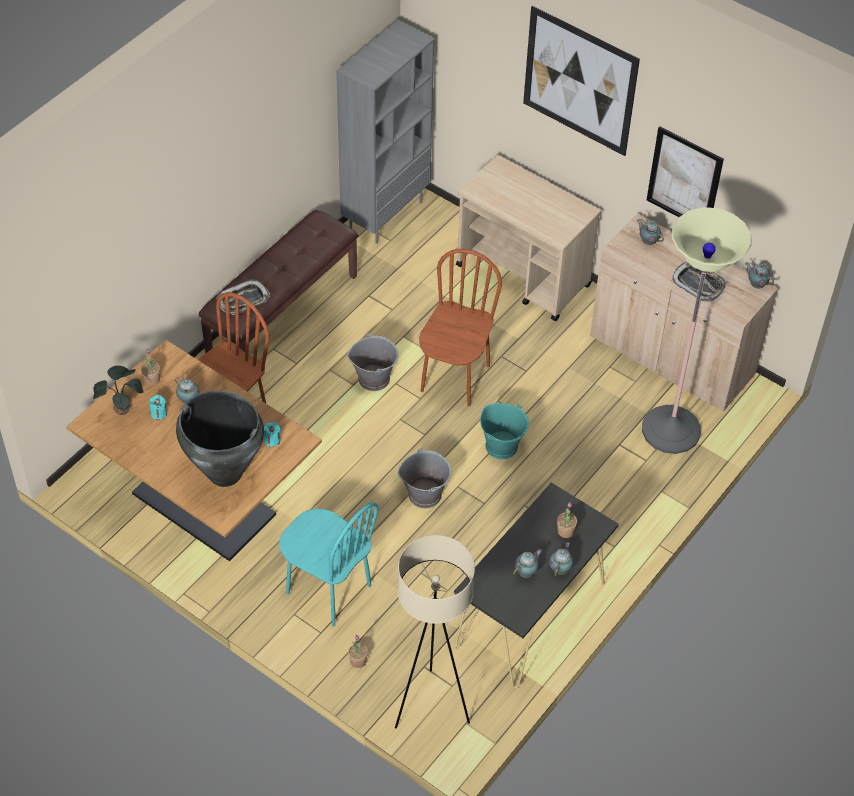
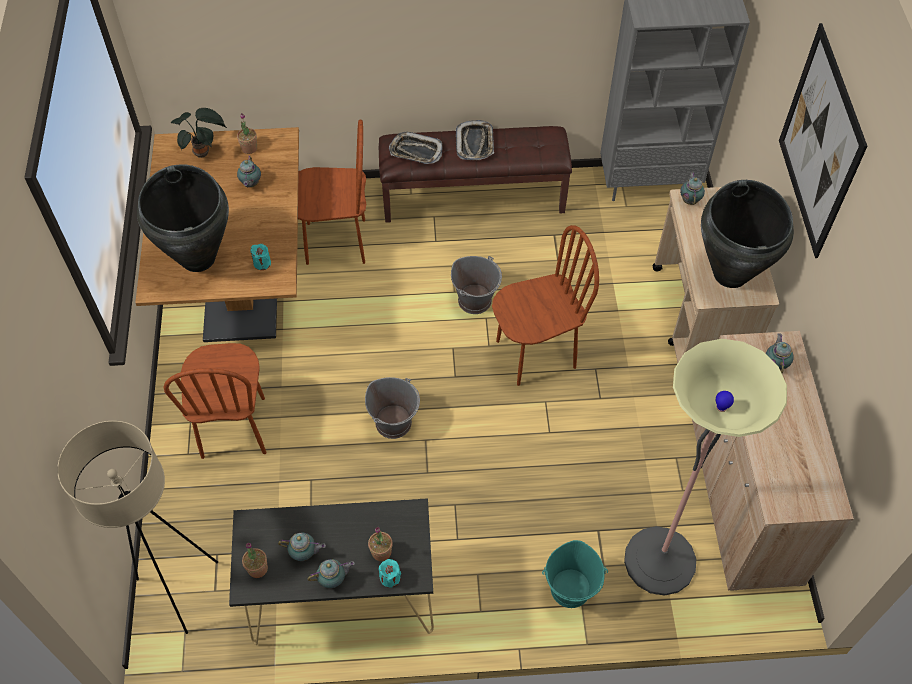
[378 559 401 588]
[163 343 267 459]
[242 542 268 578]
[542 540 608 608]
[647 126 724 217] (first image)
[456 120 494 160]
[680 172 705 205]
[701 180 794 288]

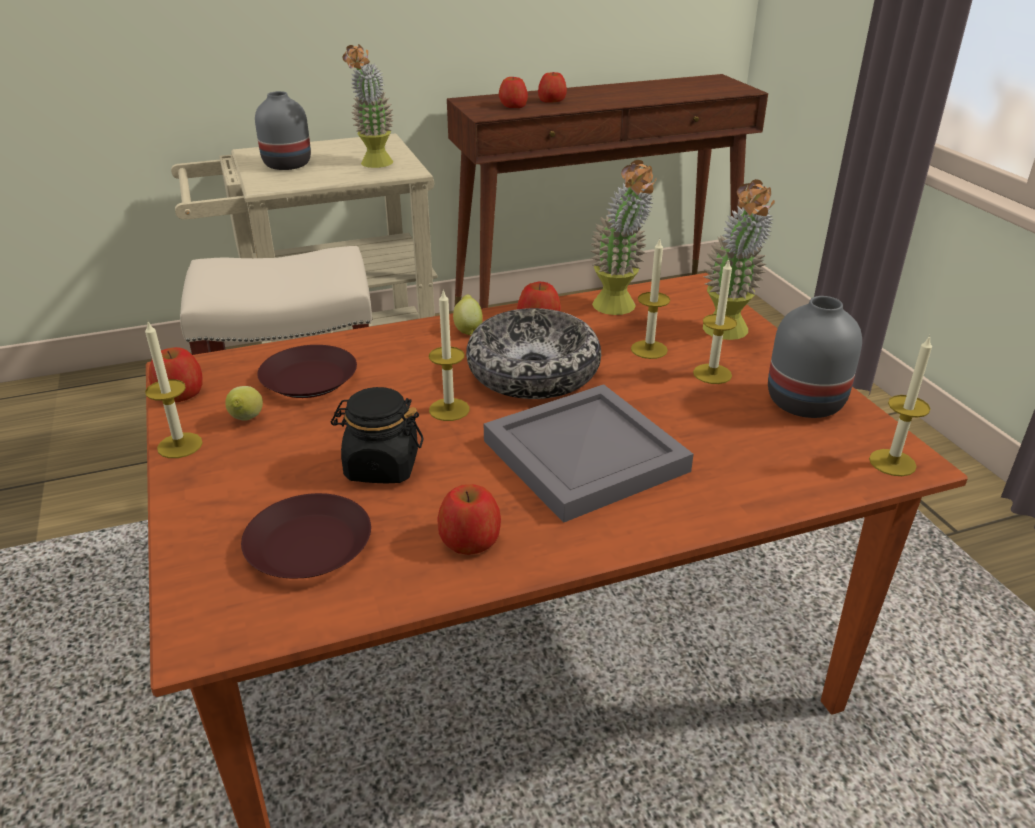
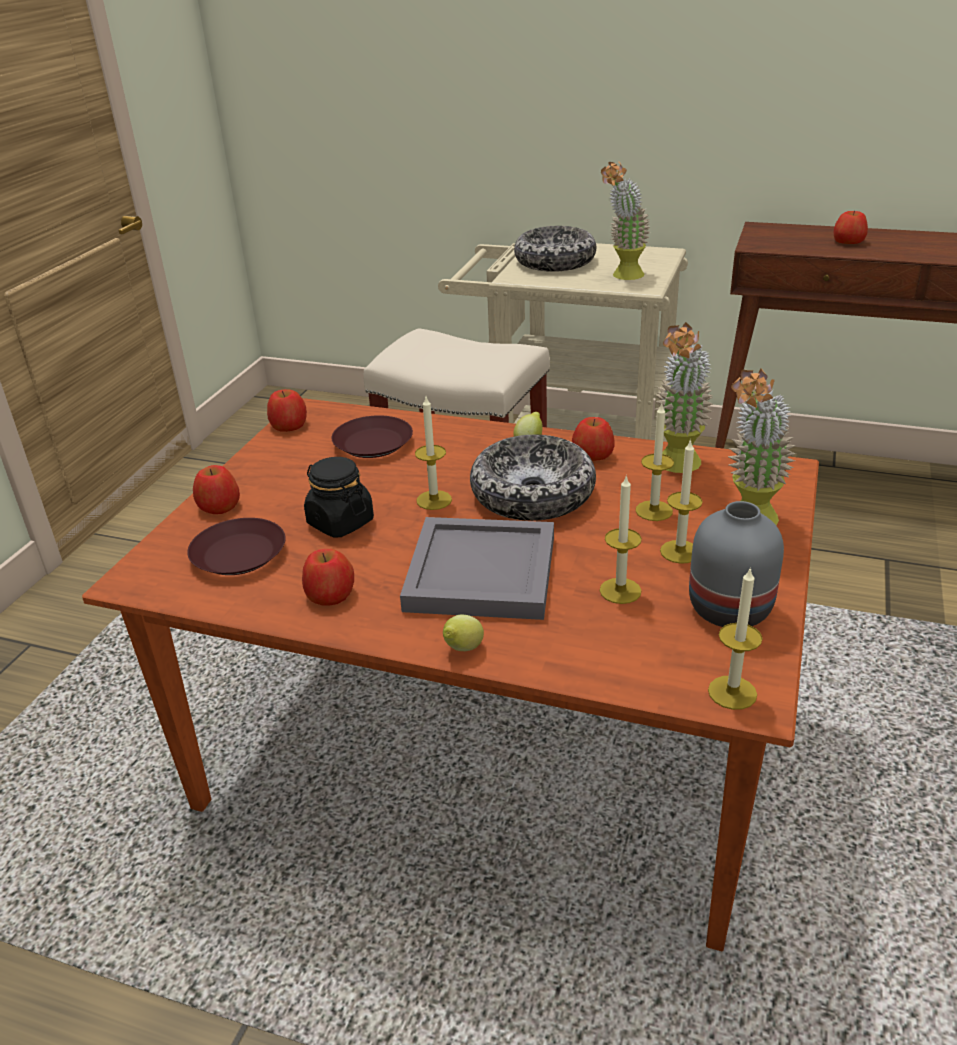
[600 475 642 604]
[443 614 484 651]
[514 226 597 272]
[193 465 240 514]

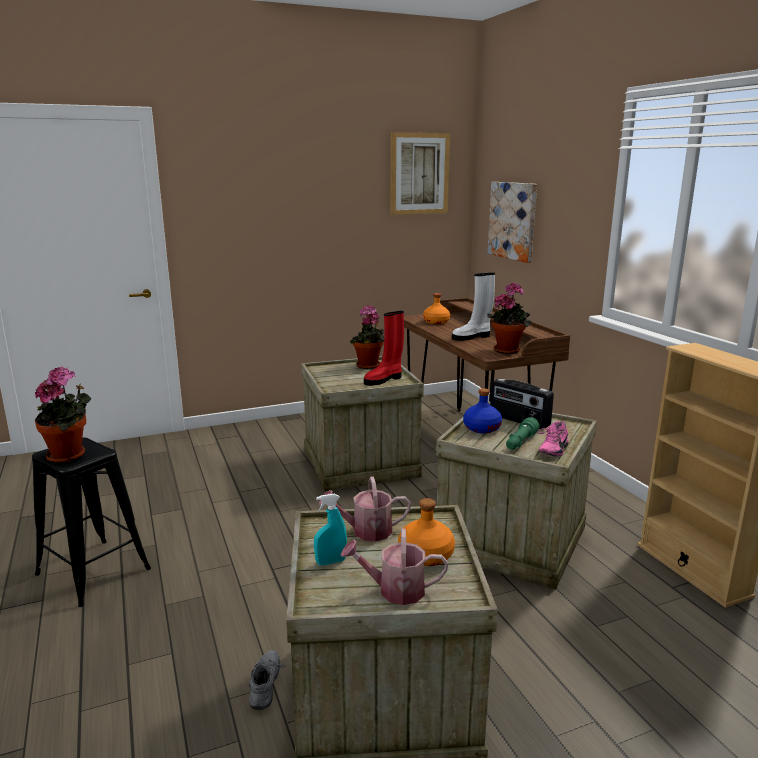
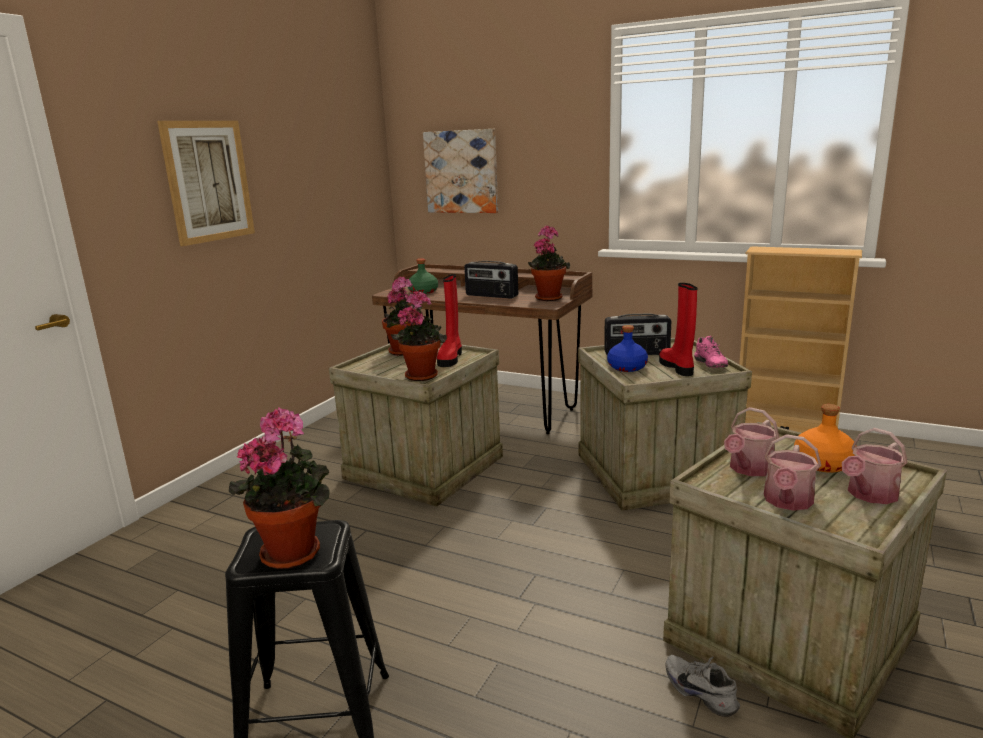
[764 434 821 511]
[157 121 255 246]
[408 258 438 294]
[464 261 518 299]
[659 283 697 376]
[391 291 447 381]

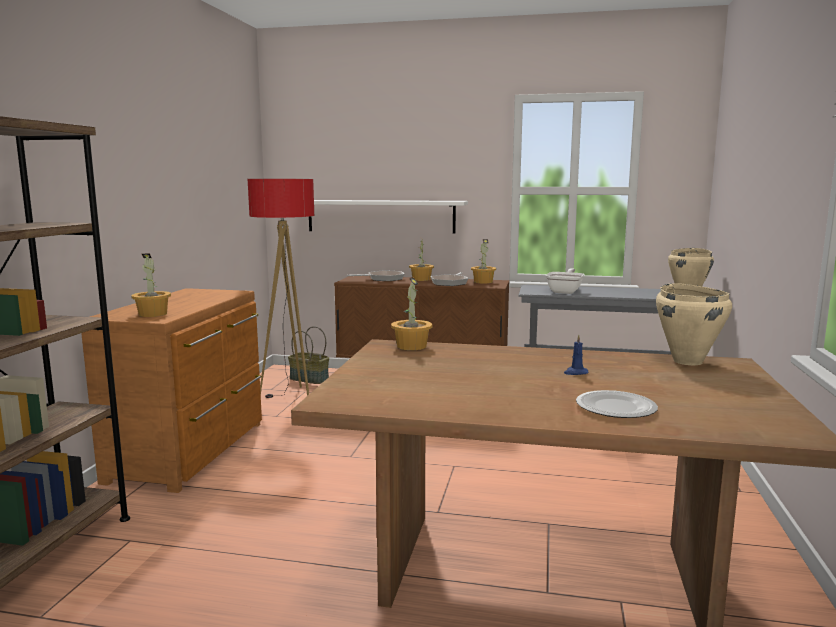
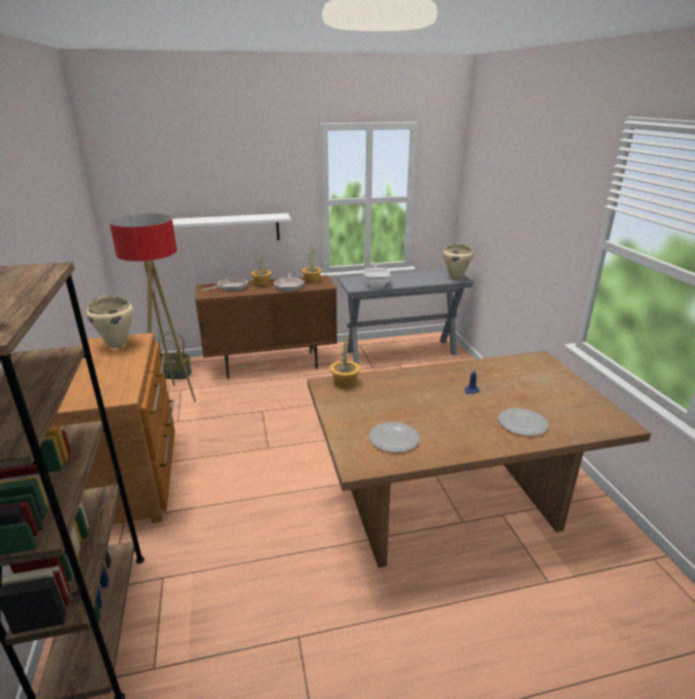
[131 254 171 317] (first image)
[87 296 133 348]
[369 422 419 452]

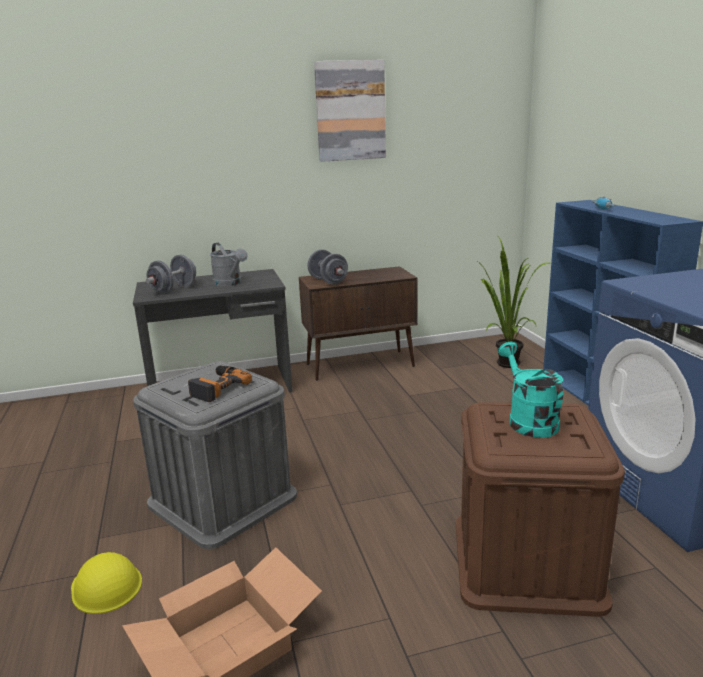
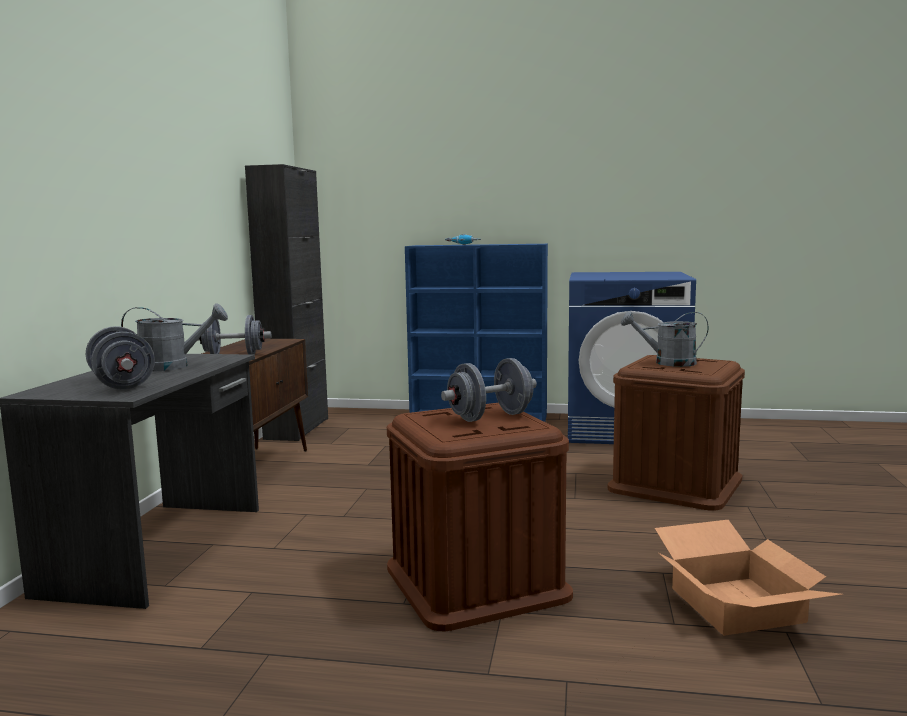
[71 552 142 614] (first image)
[387 403 573 631]
[441 358 537 422]
[314 60 386 162] (first image)
[478 238 550 368] (first image)
[621 311 708 367]
[245 164 328 441]

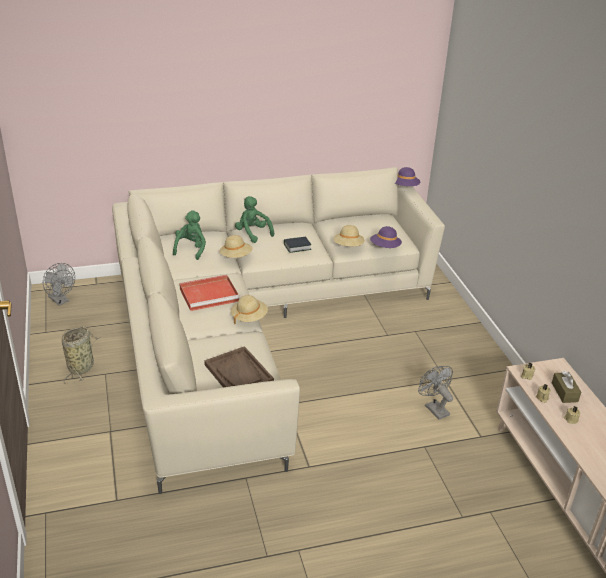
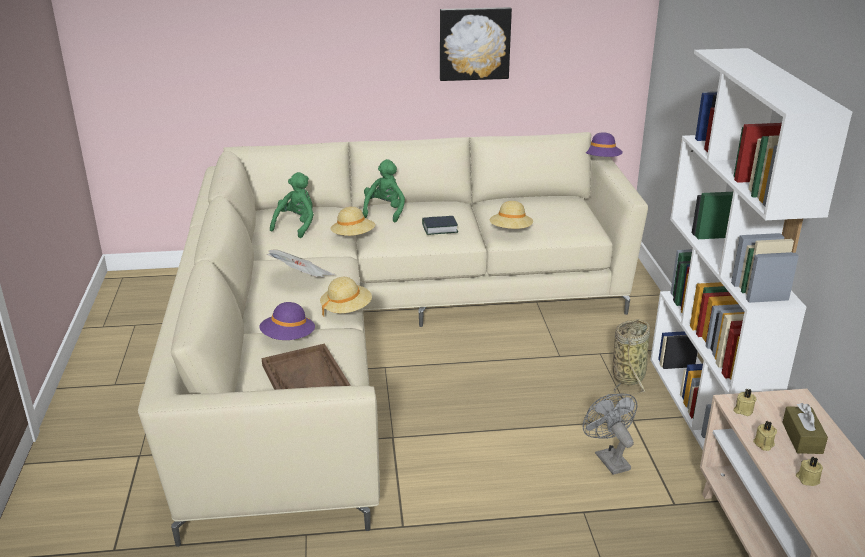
[43 263 75 305] (first image)
[613 319 650 395]
[267 249 335 277]
[363 159 405 222]
[259 302 315 340]
[440 7 512 81]
[650 48 852 450]

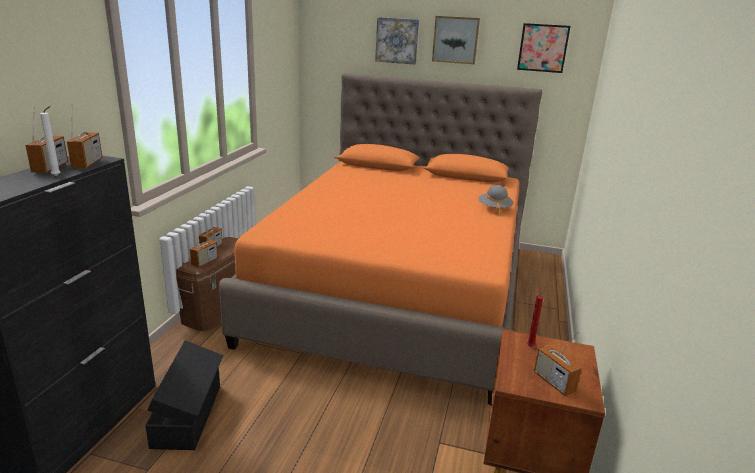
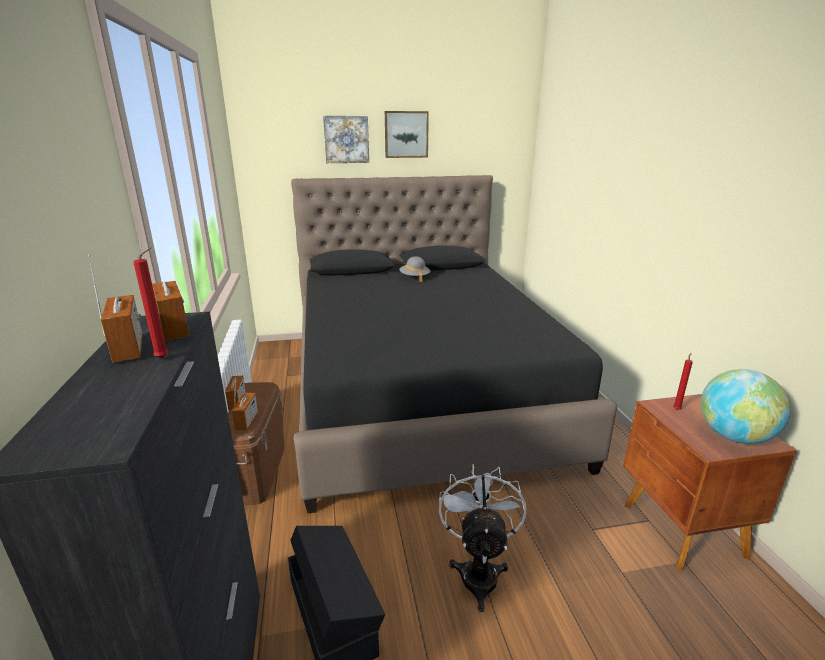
[133 247 168 358]
[291 175 618 513]
[399 256 430 282]
[517 23 570 73] (first image)
[701 369 791 444]
[439 464 526 612]

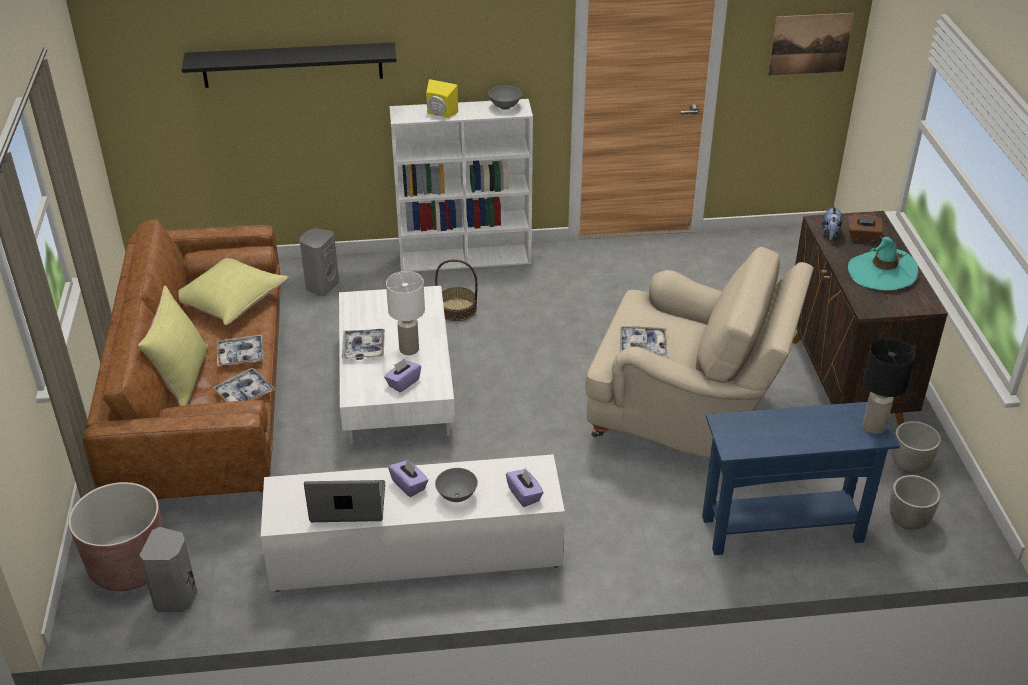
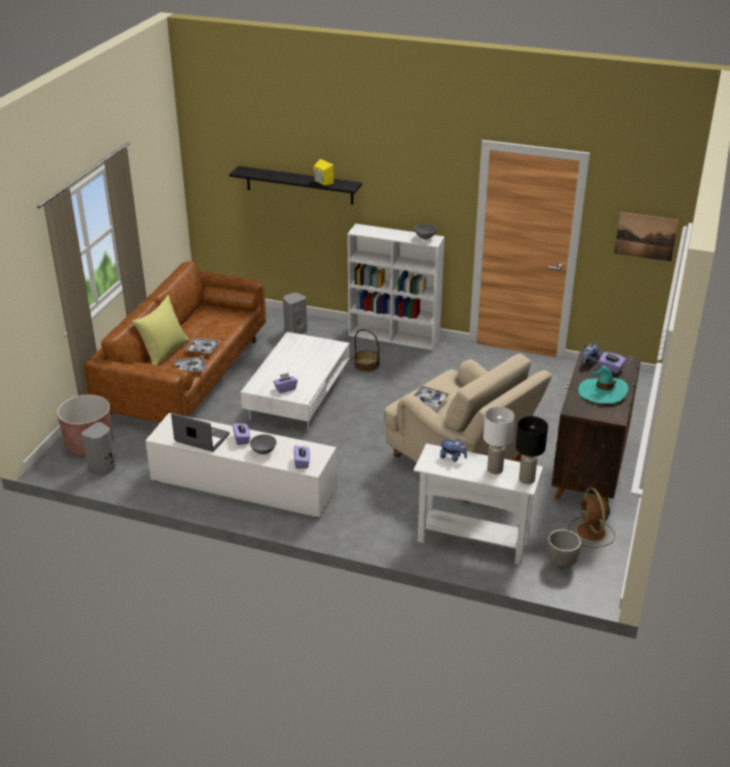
[178 258 289 325] (first image)
[342 329 385 360] (first image)
[483 407 515 474]
[314 159 334 186]
[414 444 543 565]
[599 352 626 373]
[569 488 615 548]
[440 439 467 461]

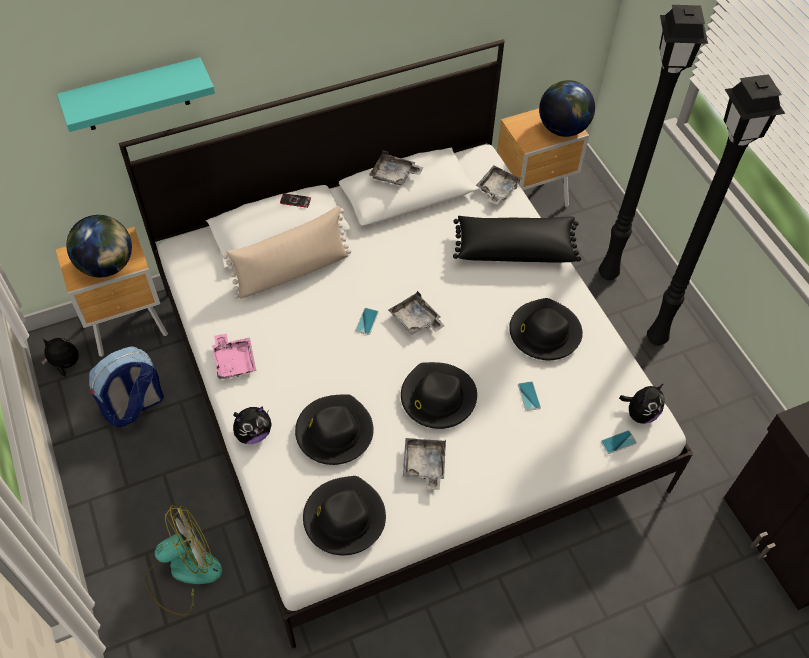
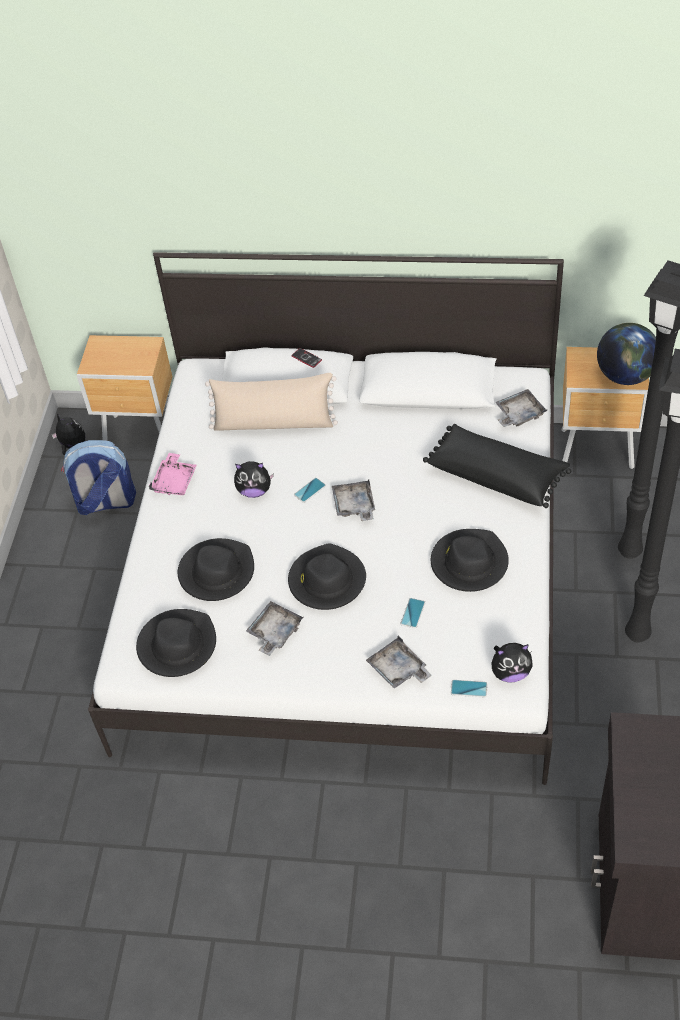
[57 57 215 132] (first image)
[66 215 132 277] (first image)
[145 505 223 616] (first image)
[234 461 274 498]
[366 636 432 688]

